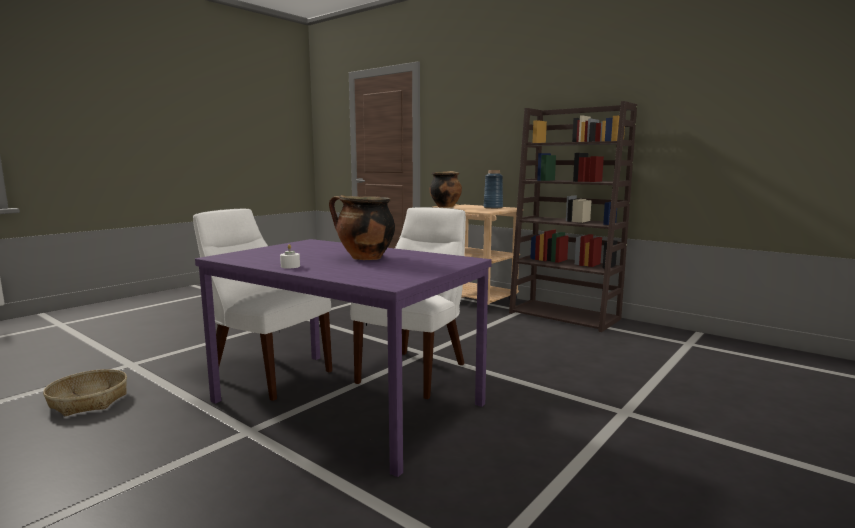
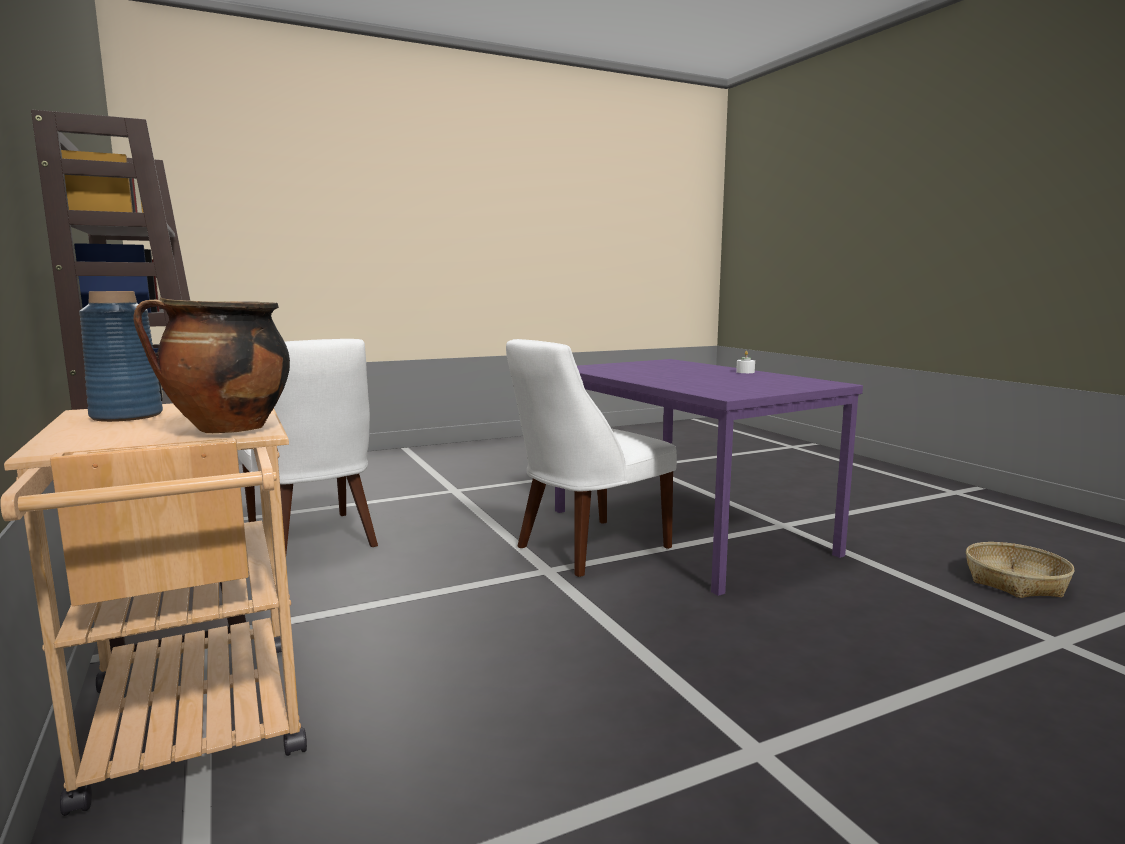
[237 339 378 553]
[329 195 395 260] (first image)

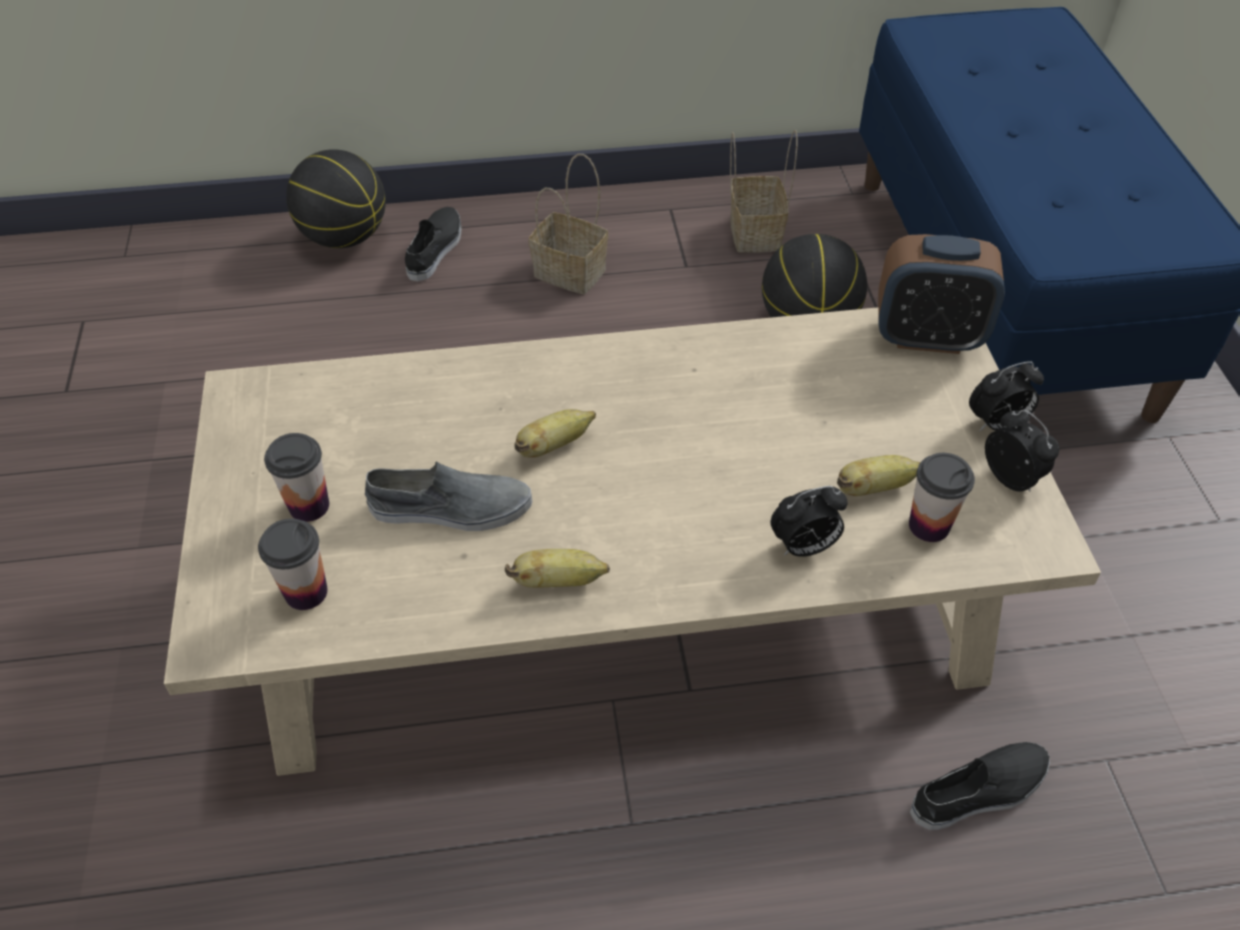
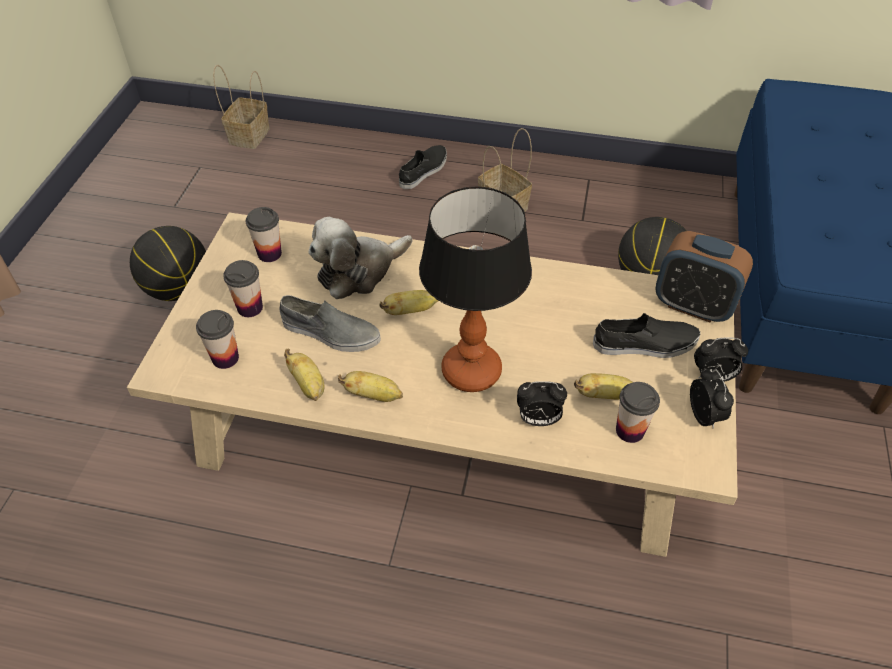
[130 226 206 301]
[213 65 270 149]
[593 313 700 358]
[246 207 282 262]
[284 349 325 401]
[309 217 413 299]
[419 186 532 392]

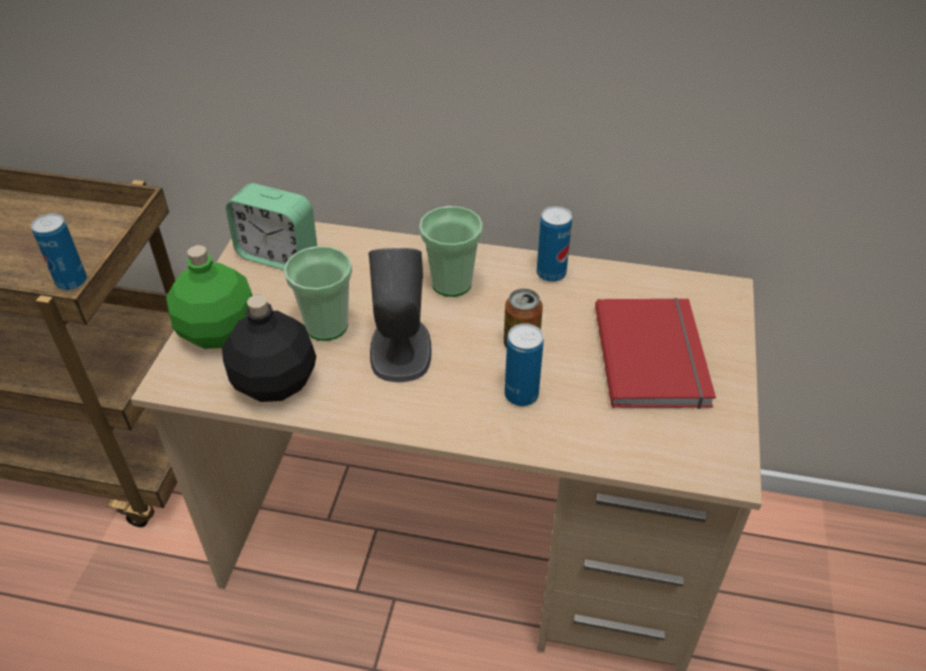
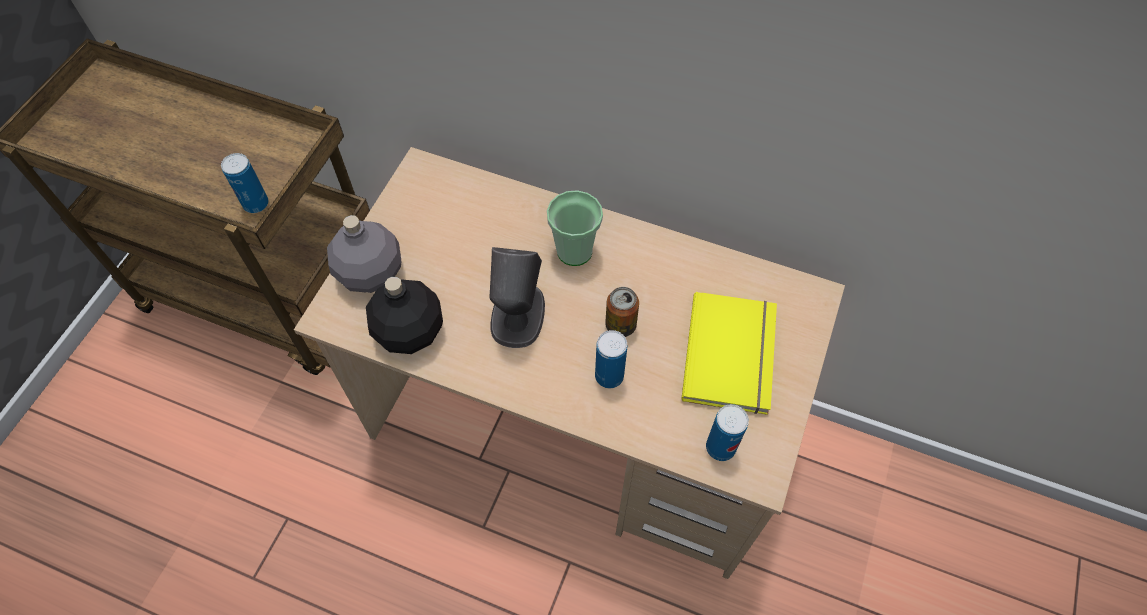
[327 215 402 293]
[226 183 317 270] (first image)
[284 246 352 341] (first image)
[706 404 749 461]
[681 292 777 415]

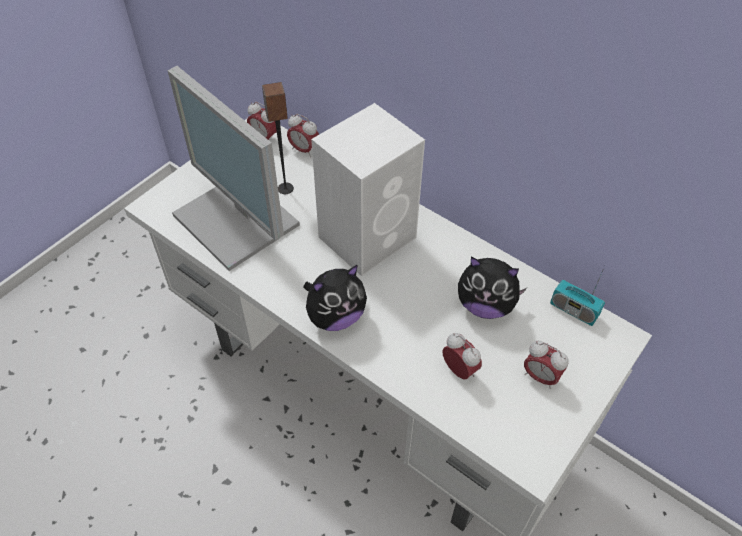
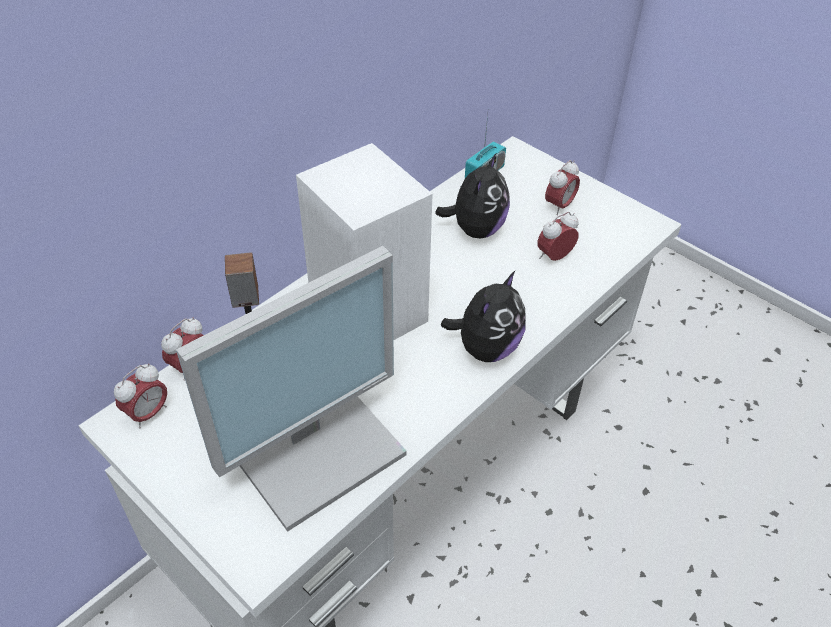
[441 271 526 362]

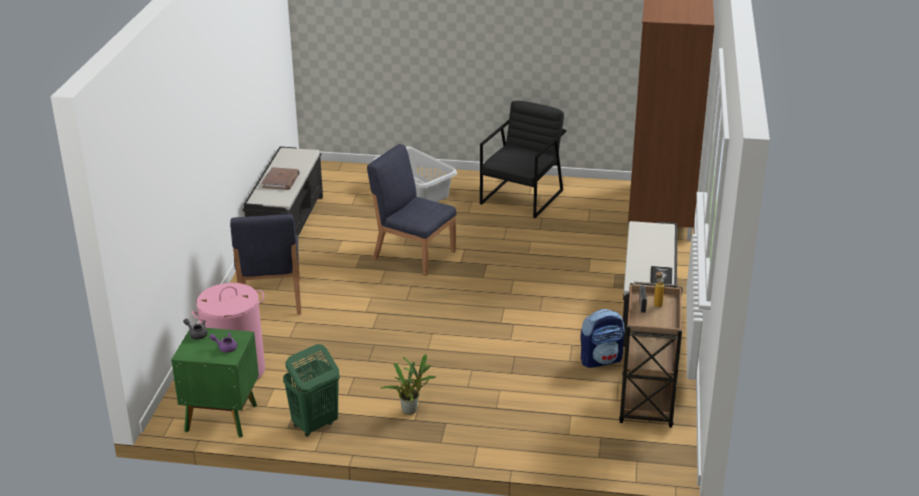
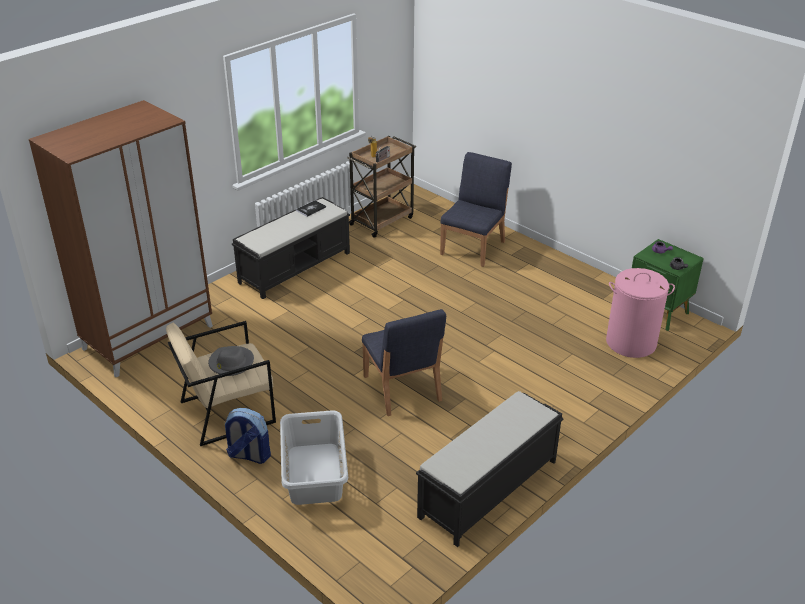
[440 152 512 267]
[262 167 300 190] (first image)
[283 344 340 437] (first image)
[380 354 436 415] (first image)
[166 321 276 446]
[224 408 271 464]
[208 346 254 376]

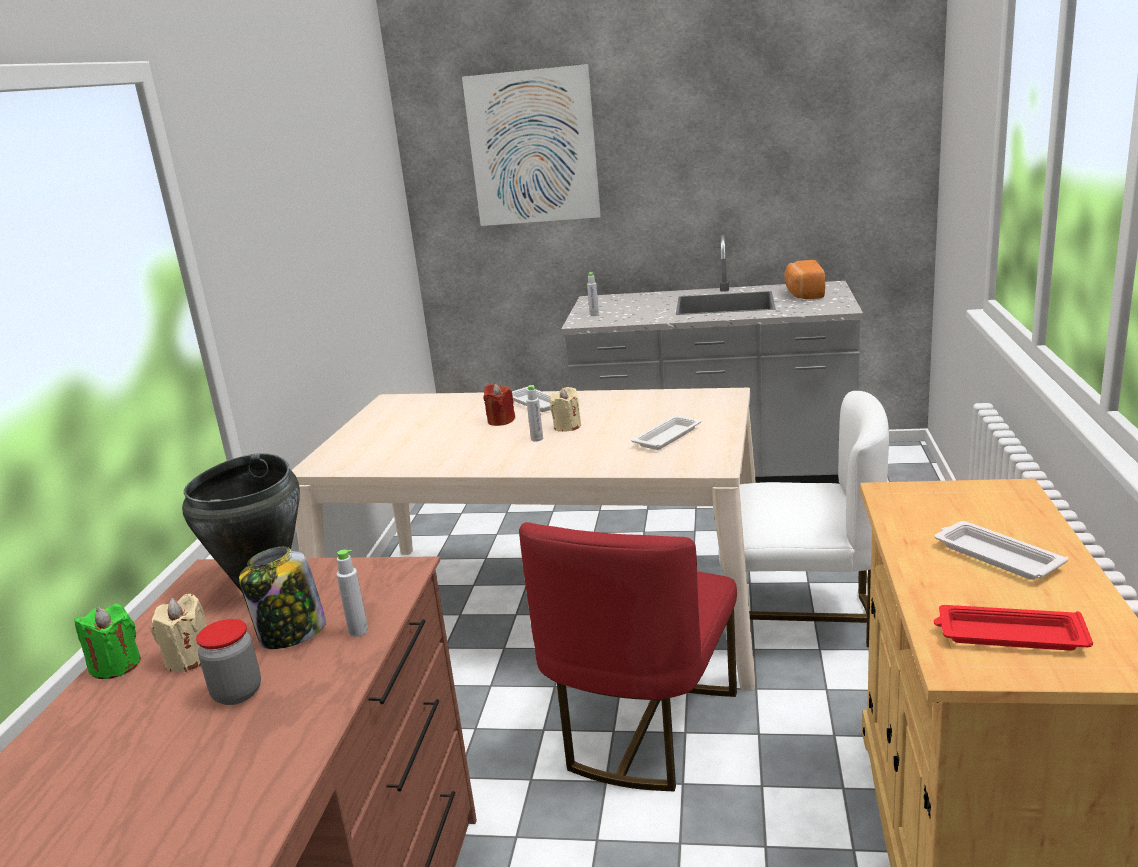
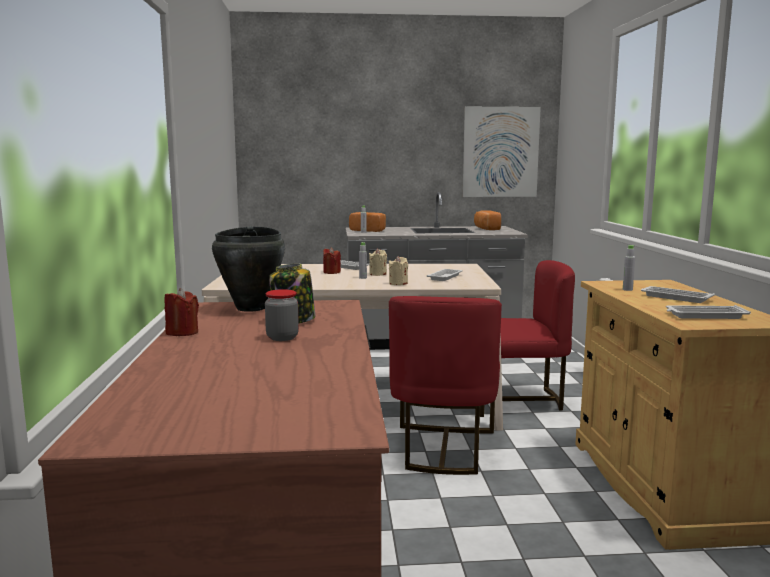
[164 288 199 336]
[389 256 408 285]
[623 245 635 291]
[463 107 541 197]
[480 260 575 417]
[666 305 751 319]
[349 212 386 232]

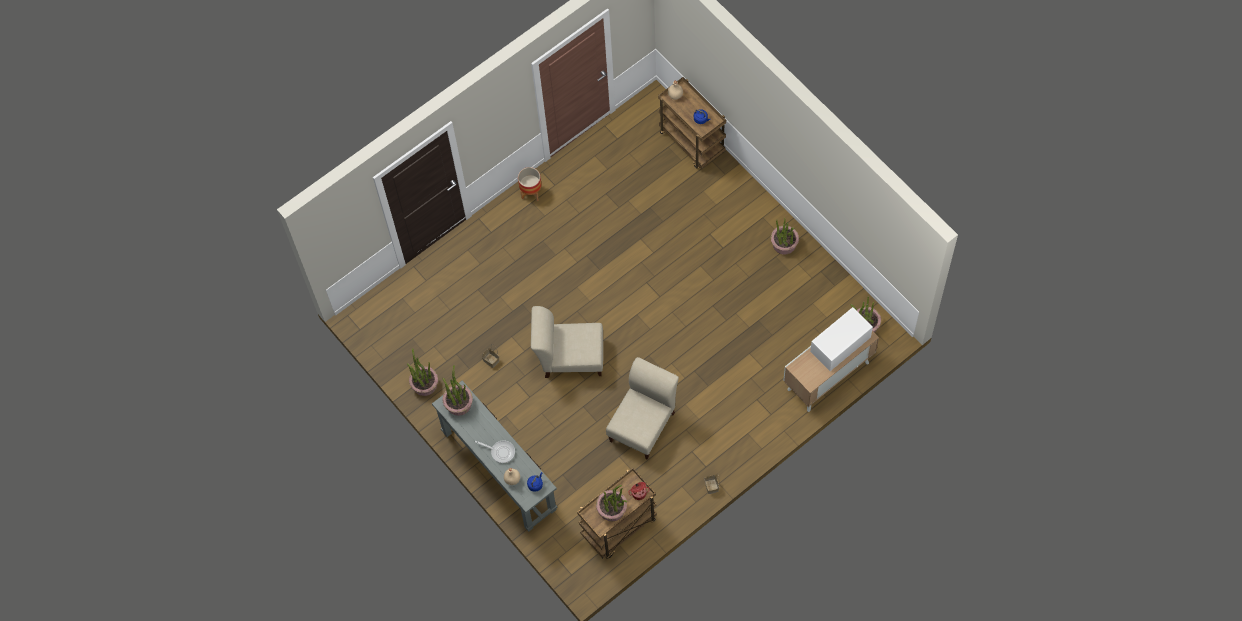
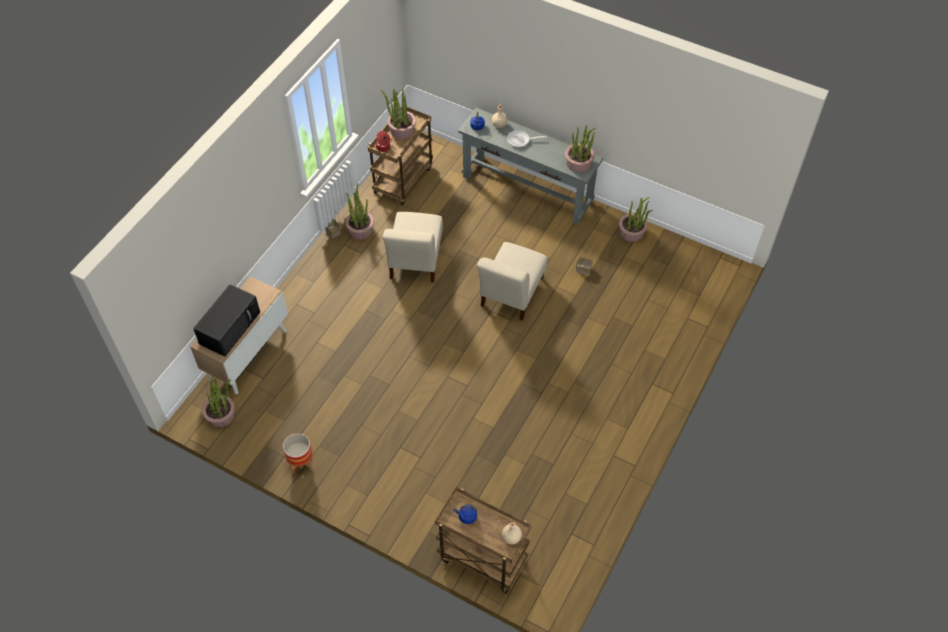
[283 433 313 474]
[477 242 547 321]
[345 183 374 239]
[193 284 260 357]

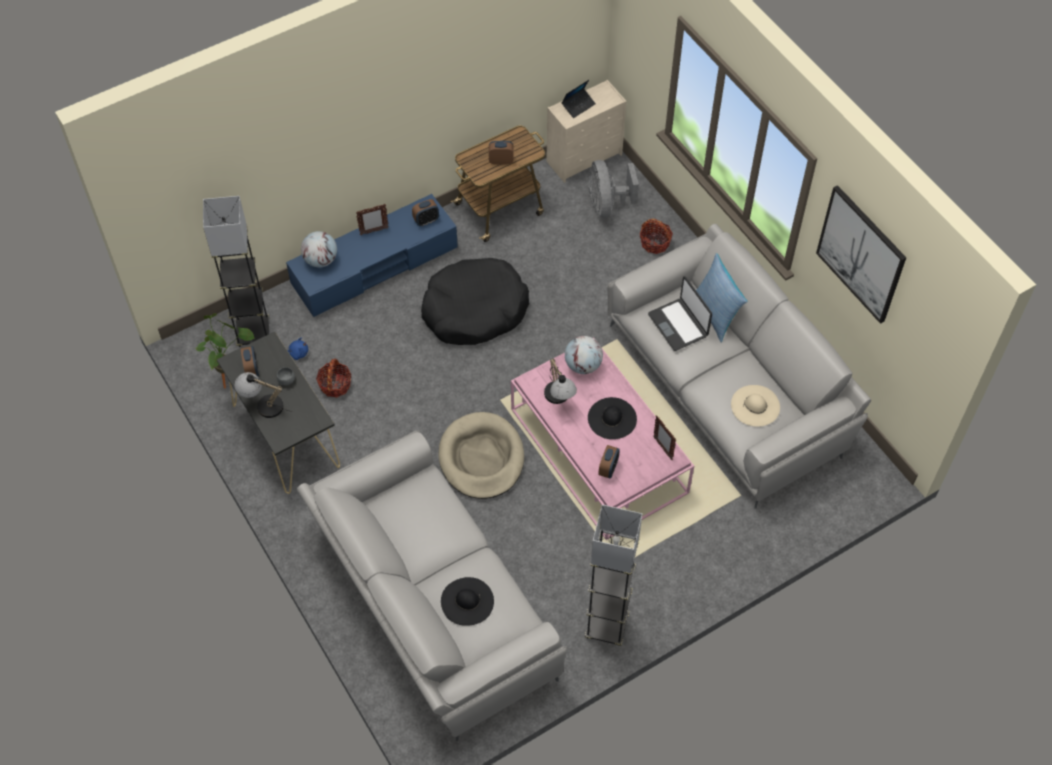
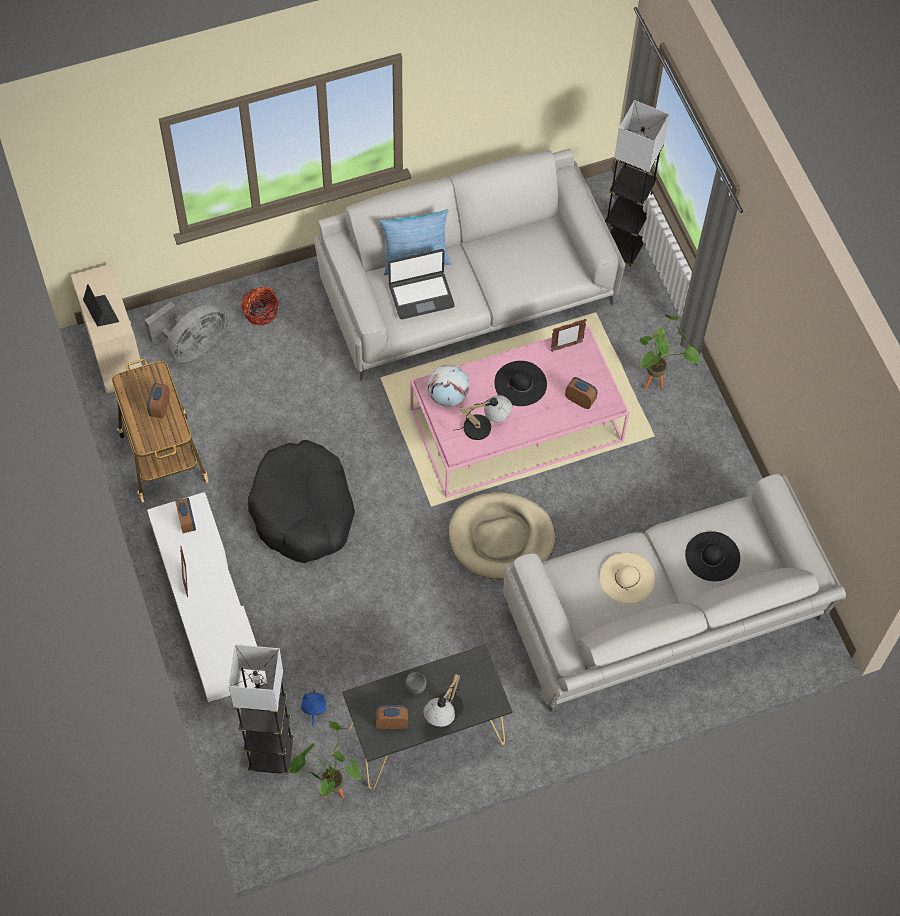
[147 492 267 703]
[301 231 337 267] (first image)
[316 358 351 397] (first image)
[605 100 670 266]
[145 302 225 362]
[599 553 655 604]
[816 185 906 324] (first image)
[640 314 700 389]

